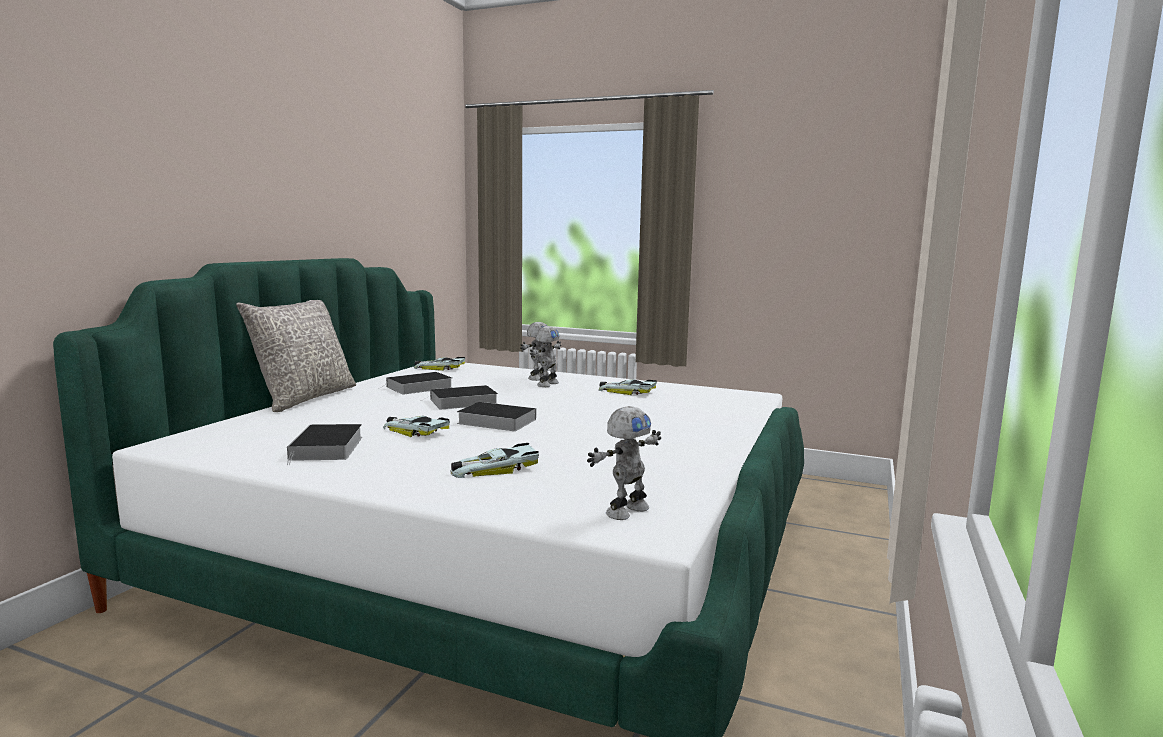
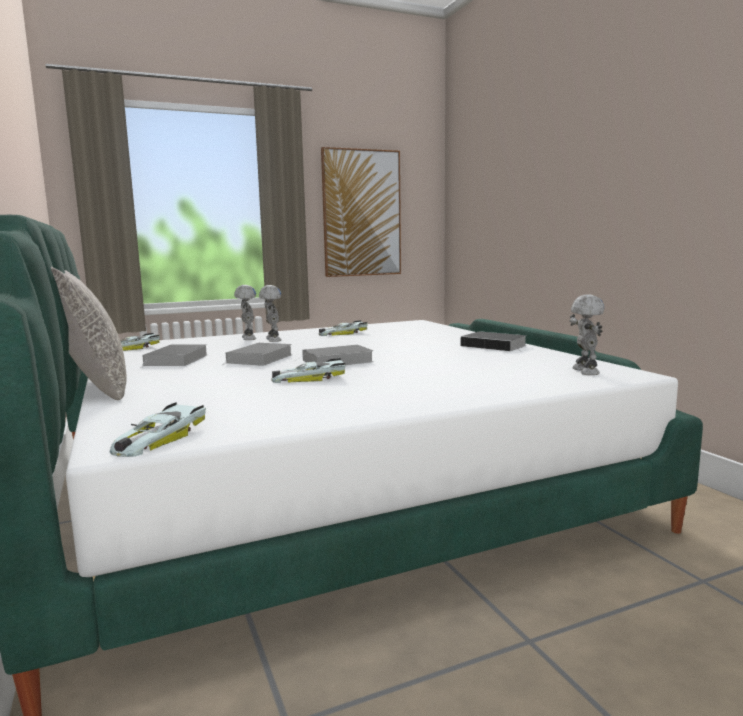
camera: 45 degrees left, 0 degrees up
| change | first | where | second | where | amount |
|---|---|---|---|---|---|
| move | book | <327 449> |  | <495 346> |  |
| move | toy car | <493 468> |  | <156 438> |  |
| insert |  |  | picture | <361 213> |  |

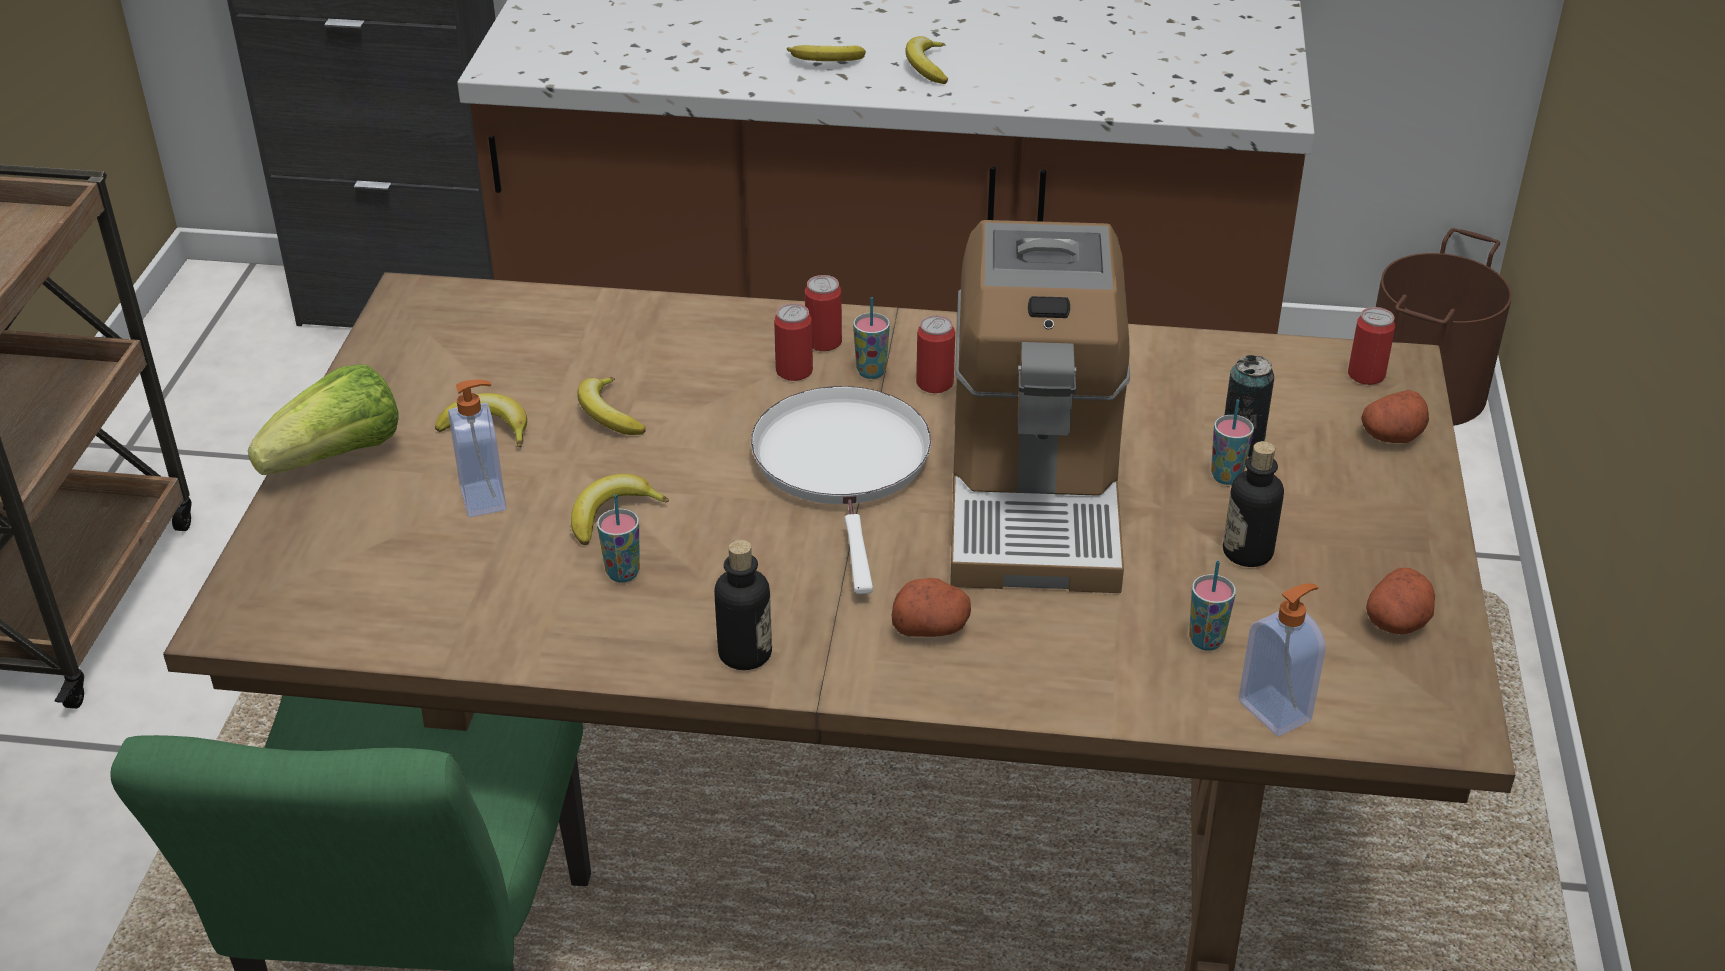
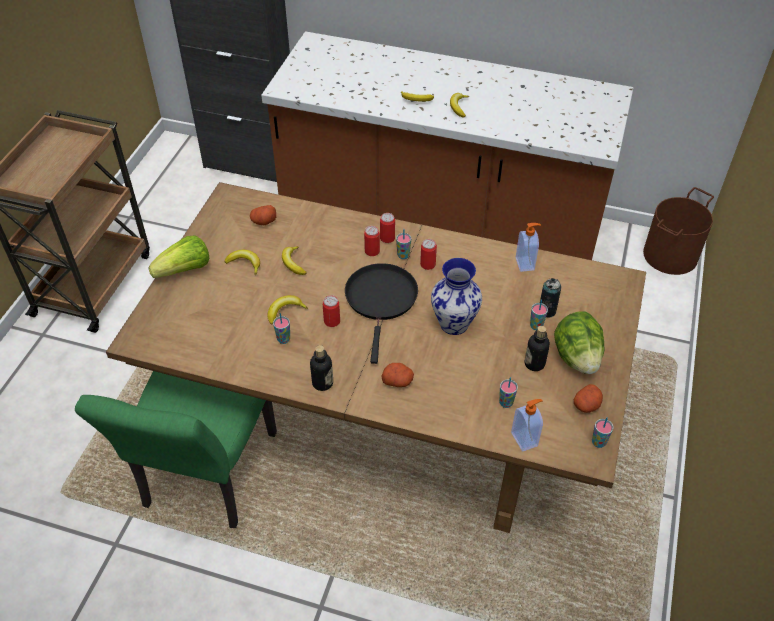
camera: 10 degrees right, 10 degrees up
| change | first | where | second | where | amount |
|---|---|---|---|---|---|
| move | soap dispenser | <485 498> |  | <525 264> |  |
| recolor | white frying pan | <843 465> | black frying pan | <381 300> |  |
| replace | coffee machine | <1034 493> | vase | <454 323> |  |
| move | can | <1366 375> |  | <332 321> |  |
| move | potato | <1392 436> |  | <263 221> |  |
| insert |  |  | lettuce | <576 357> |  |
| insert |  |  | cup | <598 442> |  |

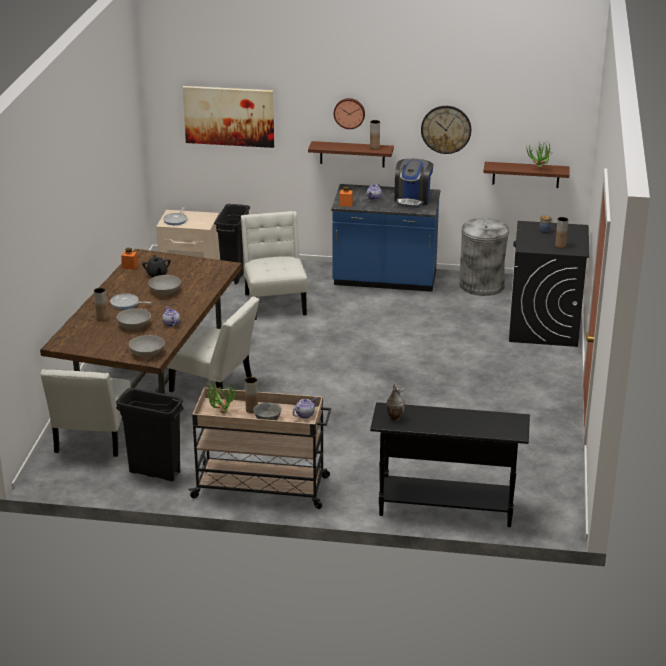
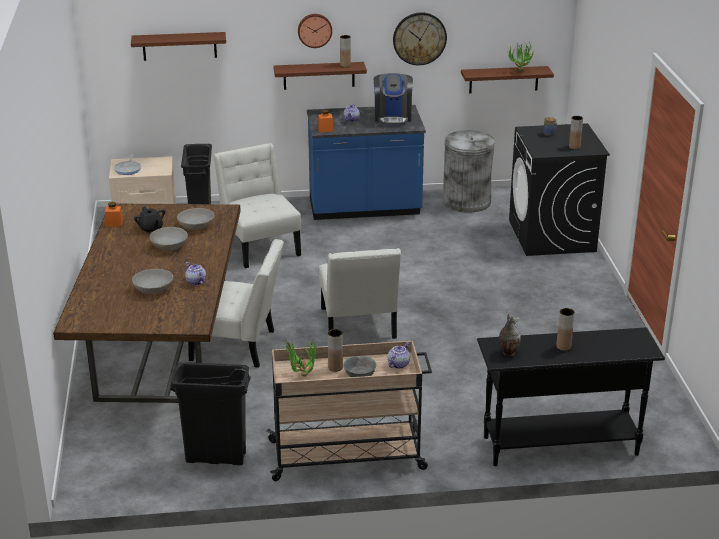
camera: 15 degrees left, 0 degrees up
| change | first | where | second | where | amount |
|---|---|---|---|---|---|
| move | white chair | <92 440> |  | <358 326> |  |
| move | brown vase | <102 318> |  | <563 347> |  |
| delete | frying pan | <126 304> |  |  |  |
| move | grey bowl | <147 353> |  | <196 226> |  |
| replace | picture | <229 116> | brown shelf | <179 46> |  |

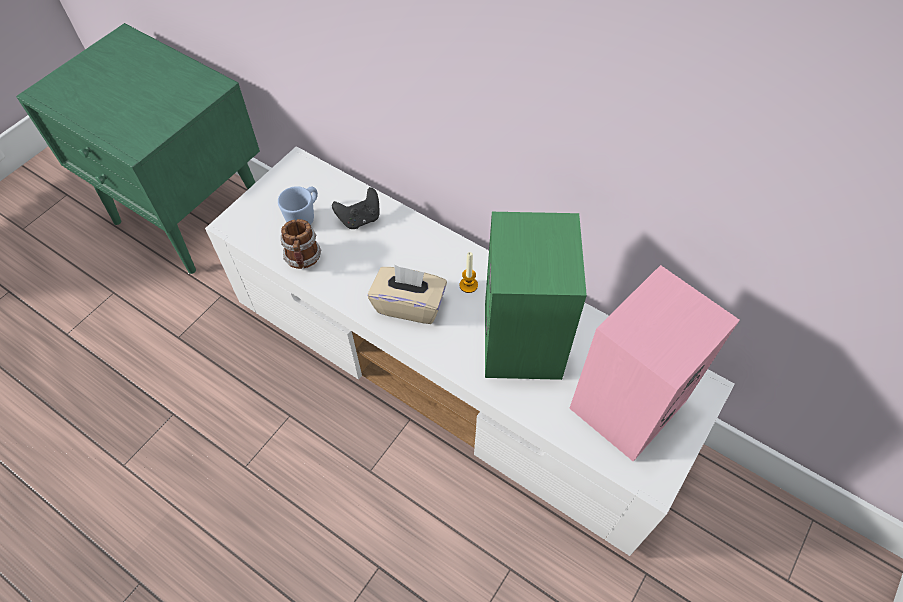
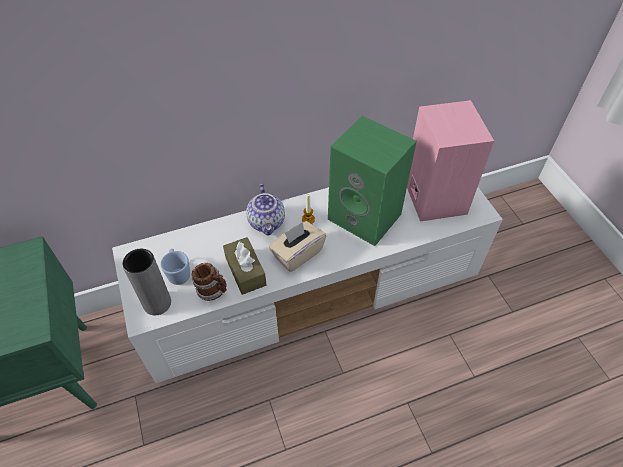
camera: 55 degrees left, 5 degrees down
| change | first | where | second | where | amount |
|---|---|---|---|---|---|
| delete | black game controller | <360 219> |  |  |  |
| insert |  |  | grey vase | <157 303> |  |
| insert |  |  | brown tissue box | <245 271> |  |
| insert |  |  | teapot | <267 222> |  |

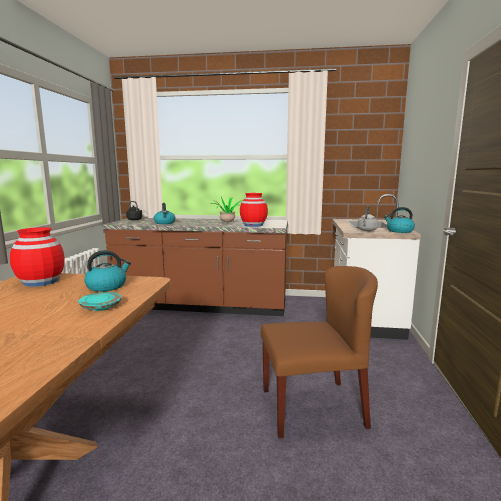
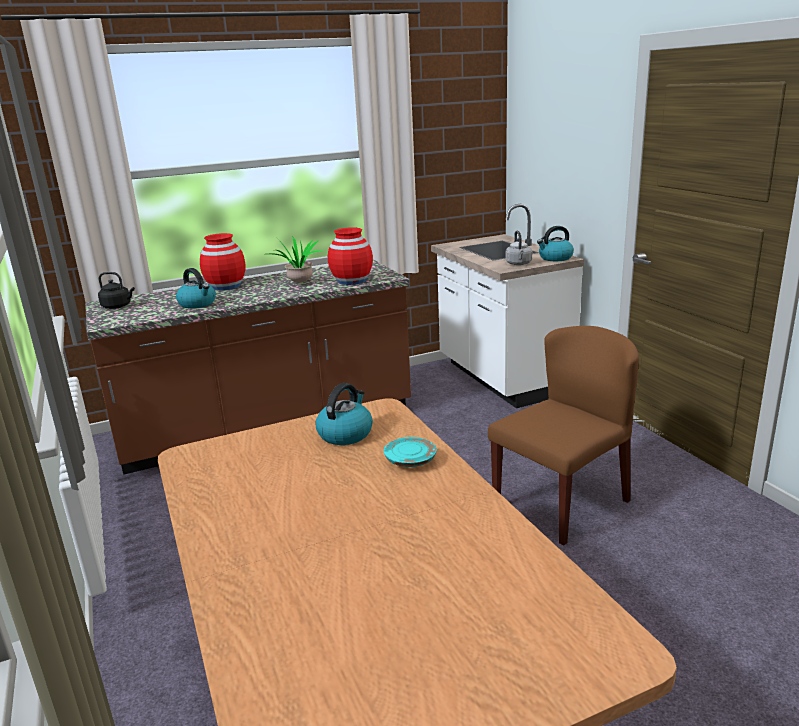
camera: 30 degrees left, 10 degrees up
| change | first | where | second | where | amount |
|---|---|---|---|---|---|
| move | red vase | <41 282> |  | <226 286> |  |

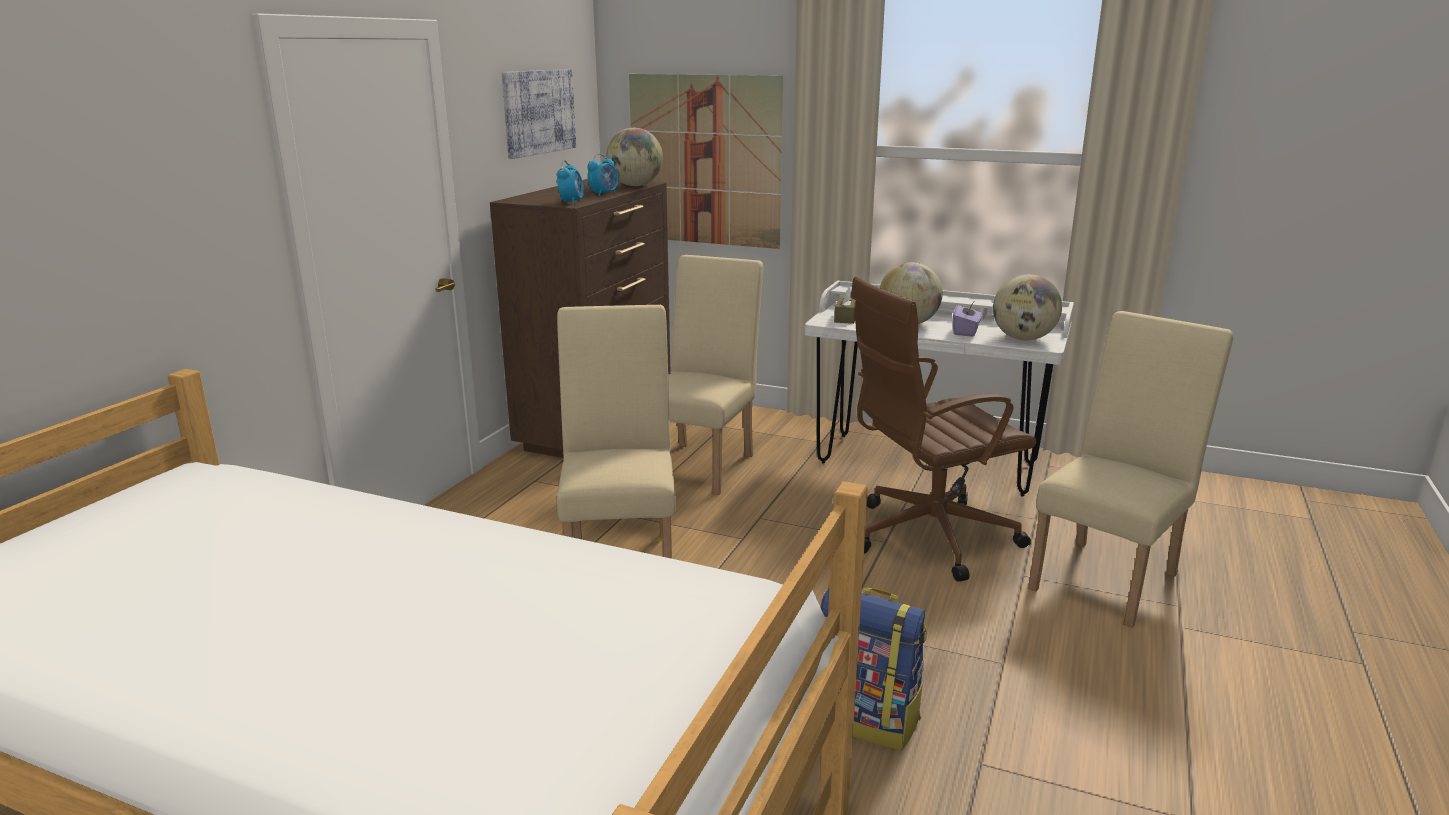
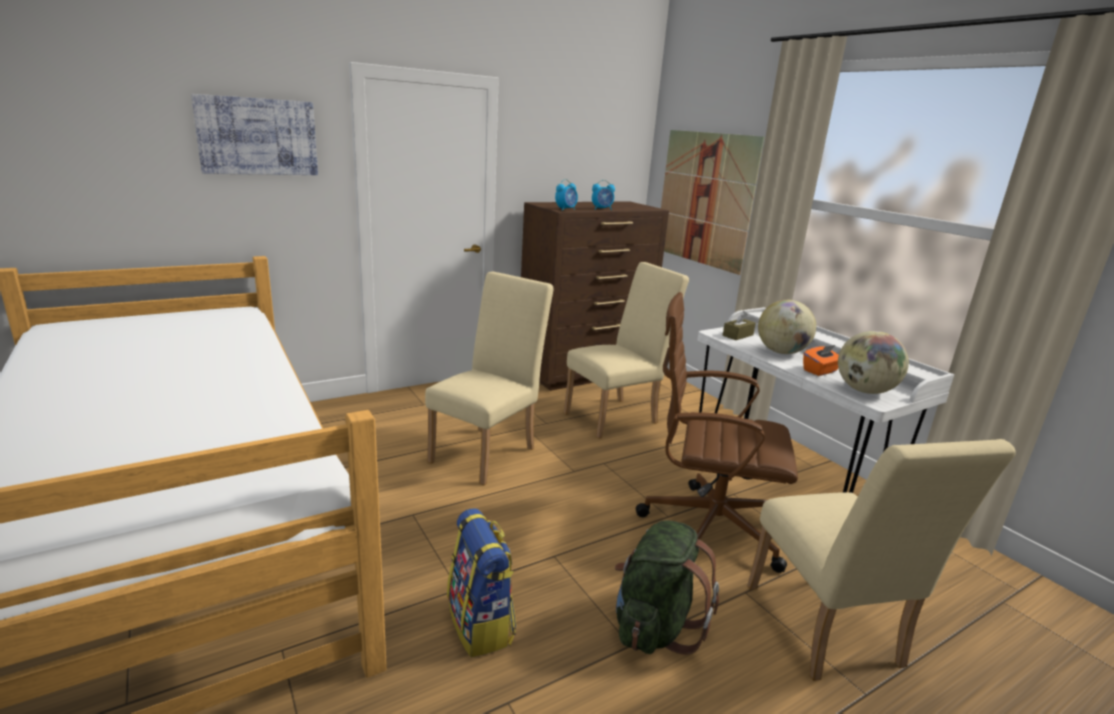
camera: 35 degrees right, 0 degrees up
| change | first | where | second | where | amount |
|---|---|---|---|---|---|
| move | picture | <538 112> |  | <258 136> |  |
| delete | globe | <635 186> |  |  |  |
| recolor | purple tissue box | <966 332> | orange tissue box | <820 371> |  |
| rotate | beige chair | <1109 576> |  | <827 633> | 90 degrees clockwise |
| insert |  |  | green backpack | <654 626> |  |

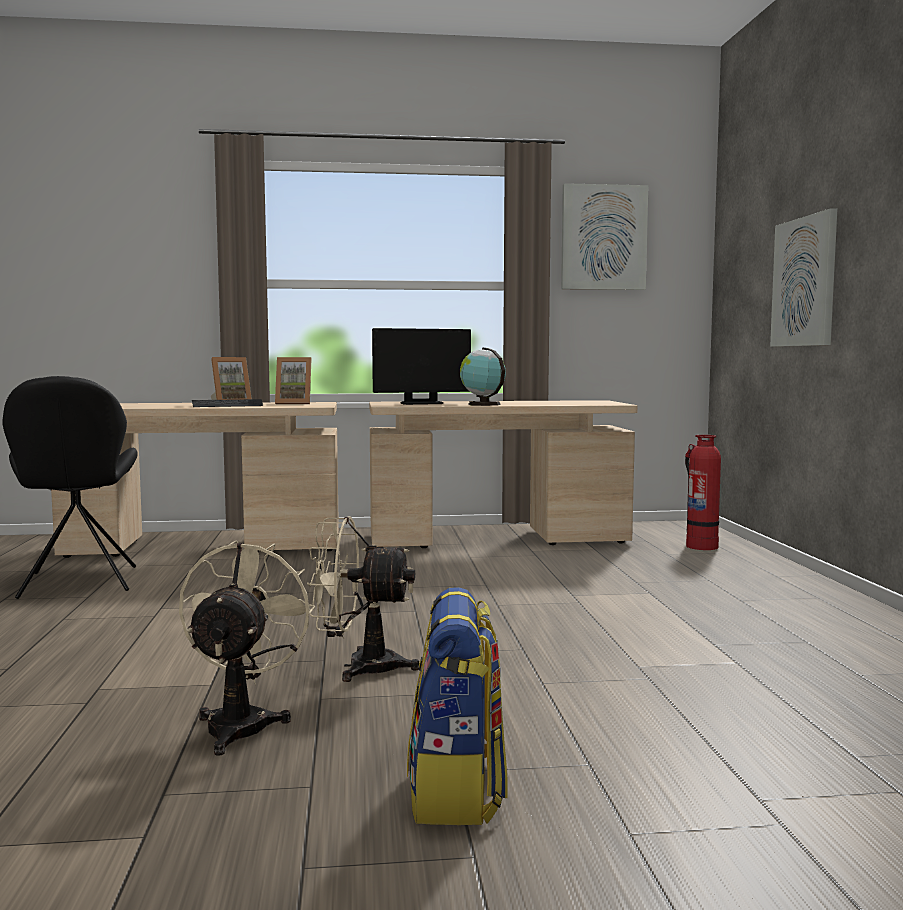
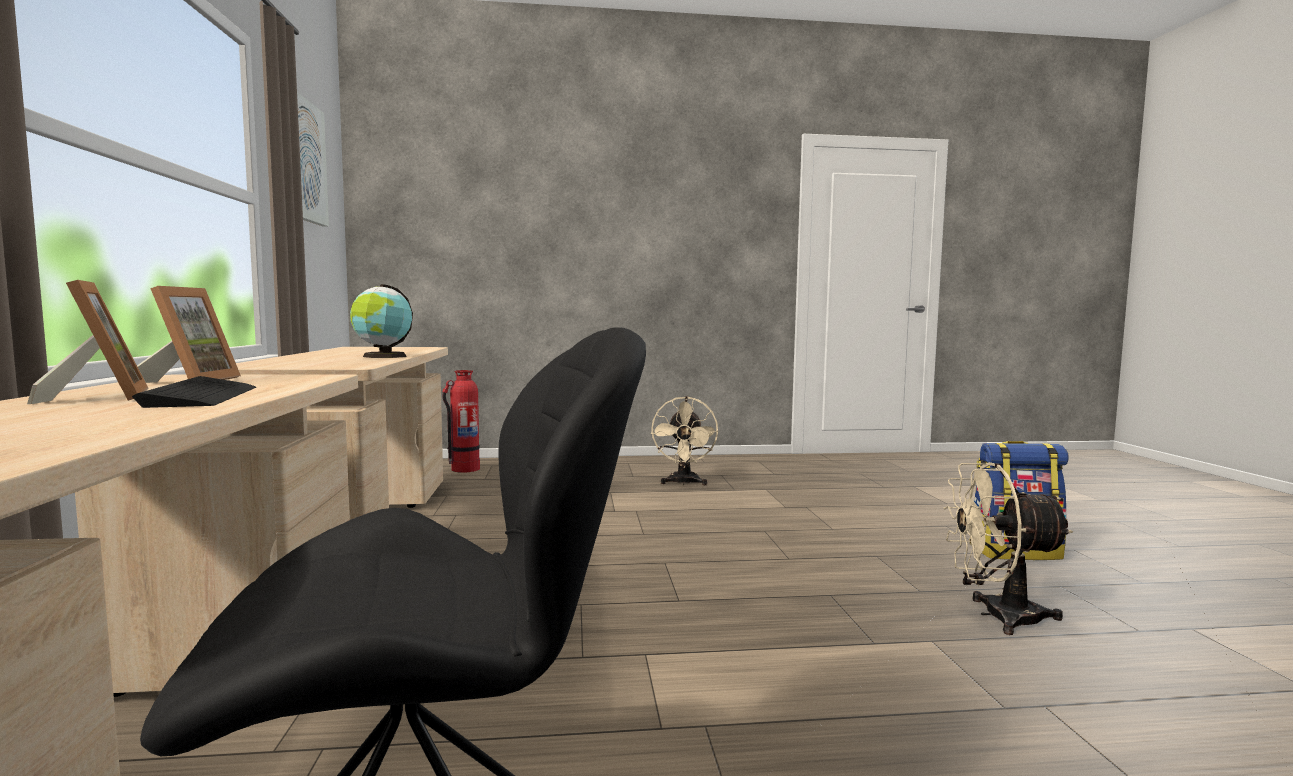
camera: 90 degrees left, 0 degrees up
| change | first | where | second | where | amount |
|---|---|---|---|---|---|
| move | beige fan | <359 667> |  | <683 483> |  |
| delete | monitor | <421 403> |  |  |  |
| delete | picture | <805 282> |  |  |  |

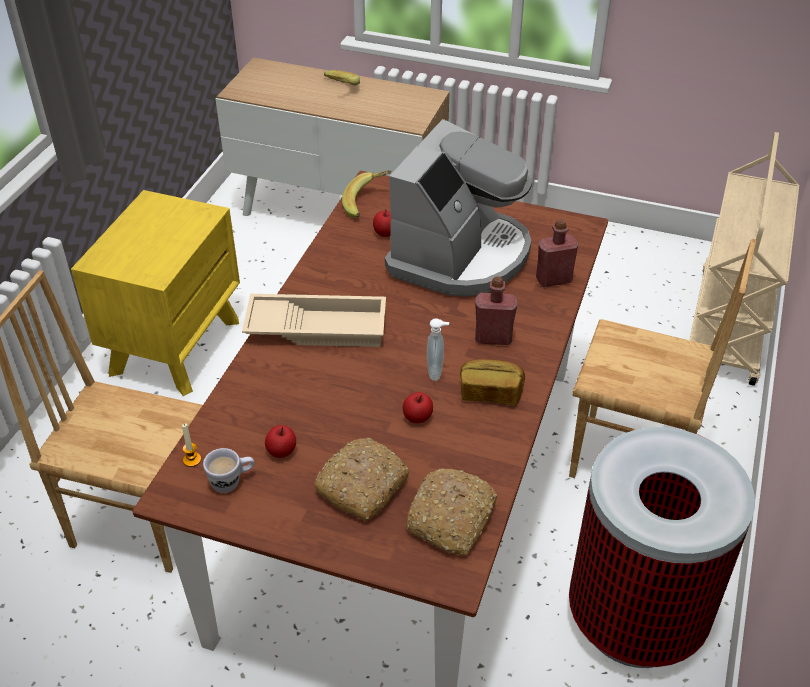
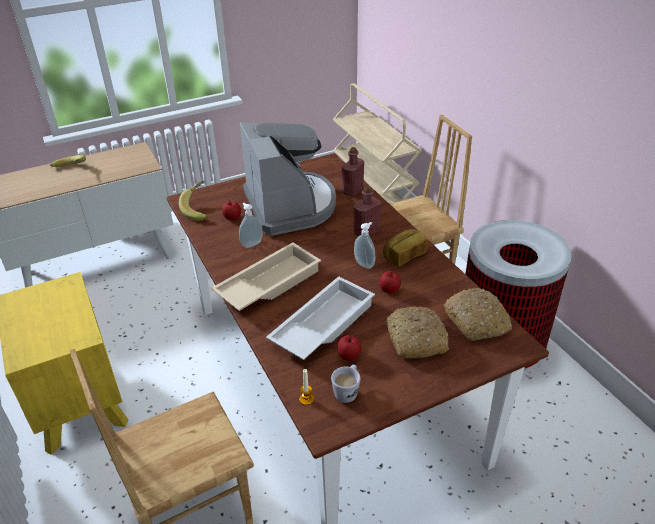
camera: 45 degrees left, 5 degrees down
| change | first | where | second | where | amount |
|---|---|---|---|---|---|
| insert |  |  | soap dispenser | <251 244> |  |
| insert |  |  | white tray | <322 324> |  |

